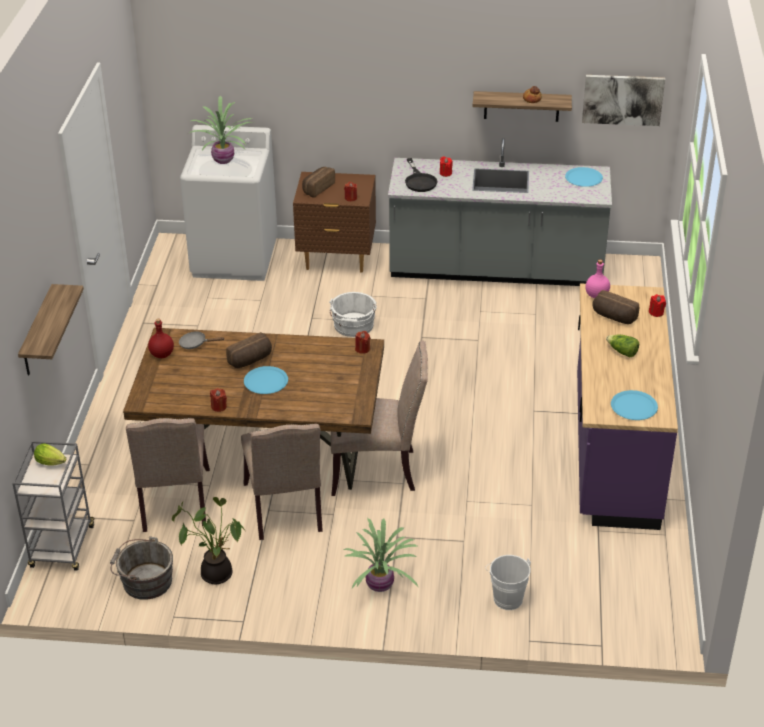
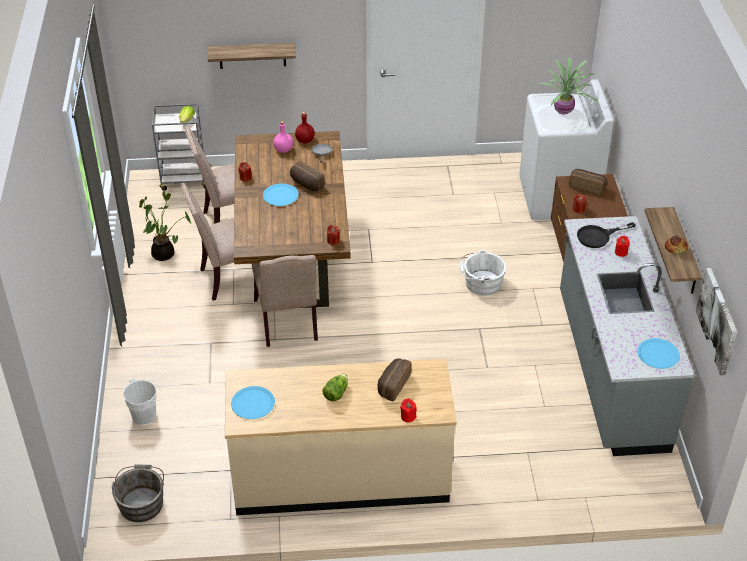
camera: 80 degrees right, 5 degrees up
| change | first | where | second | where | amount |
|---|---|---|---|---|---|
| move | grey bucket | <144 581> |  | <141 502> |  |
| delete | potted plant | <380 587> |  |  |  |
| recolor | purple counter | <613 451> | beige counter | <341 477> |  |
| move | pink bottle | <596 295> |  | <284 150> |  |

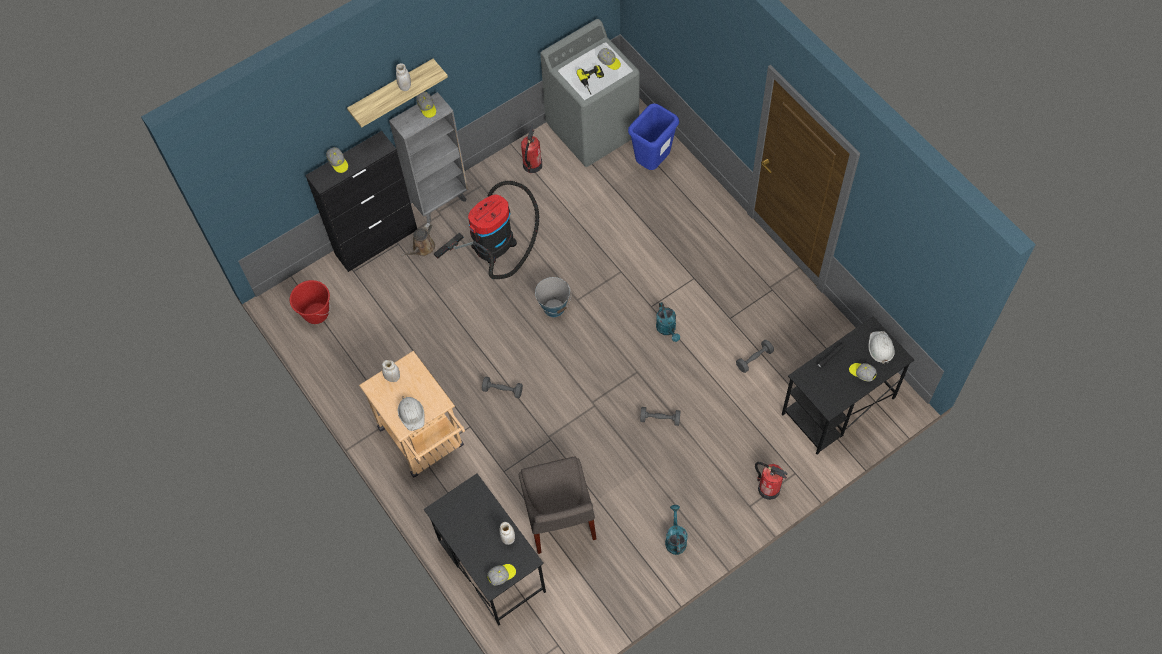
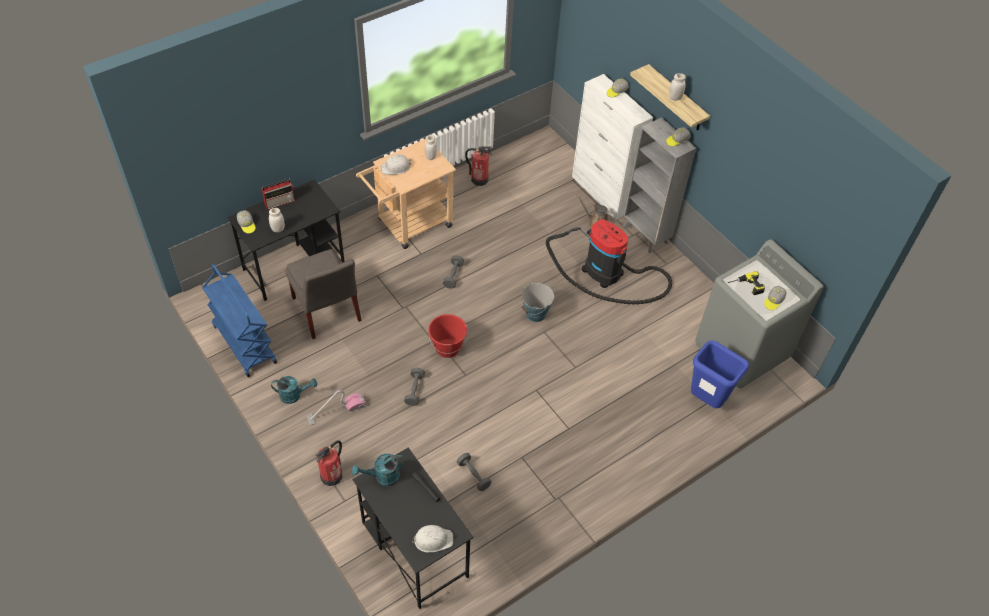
camera: 85 degrees right, 10 degrees down
| change | first | where | second | where | amount |
|---|---|---|---|---|---|
| move | red bucket | <316 313> |  | <447 348> |  |
| recolor | black cabinet | <377 241> | white cabinet | <602 193> |  |
| rotate | grey chair | <559 519> |  | <327 312> | 105 degrees counterclockwise |
| move | fire extinguisher | <532 165> |  | <479 179> |  |
| move | turquoise watering can | <667 329> |  | <382 477> |  |
| delete | cap | <862 373> |  |  |  |
| insert |  |  | blue cart | <244 343> |  |
| insert |  |  | radio | <280 201> |  |
| insert |  |  | vacuum cleaner | <336 411> |  |

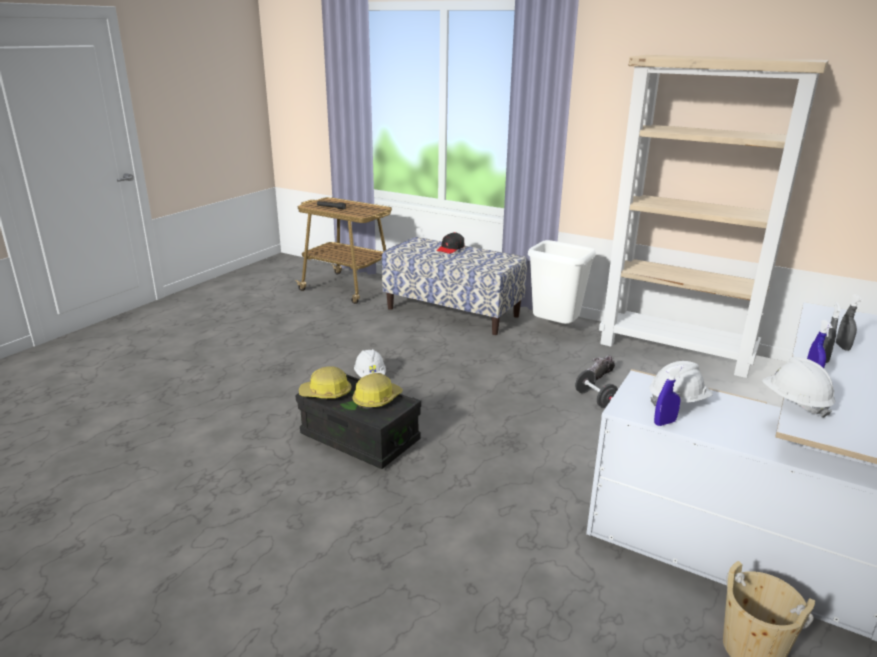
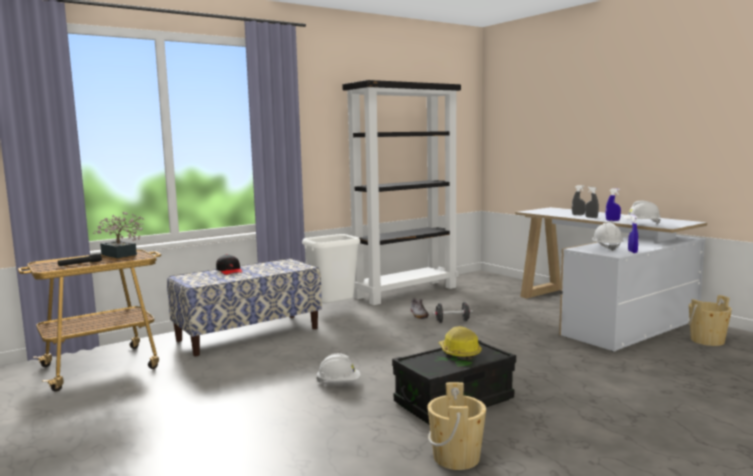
camera: 65 degrees left, 15 degrees down
| change | first | where | second | where | amount |
|---|---|---|---|---|---|
| delete | hard hat | <326 393> |  |  |  |
| recolor | beige bookcase | <676 351> | black bookcase | <406 292> |  |
| insert |  |  | potted plant | <120 255> |  |
| insert |  |  | beige bucket | <456 457> |  |

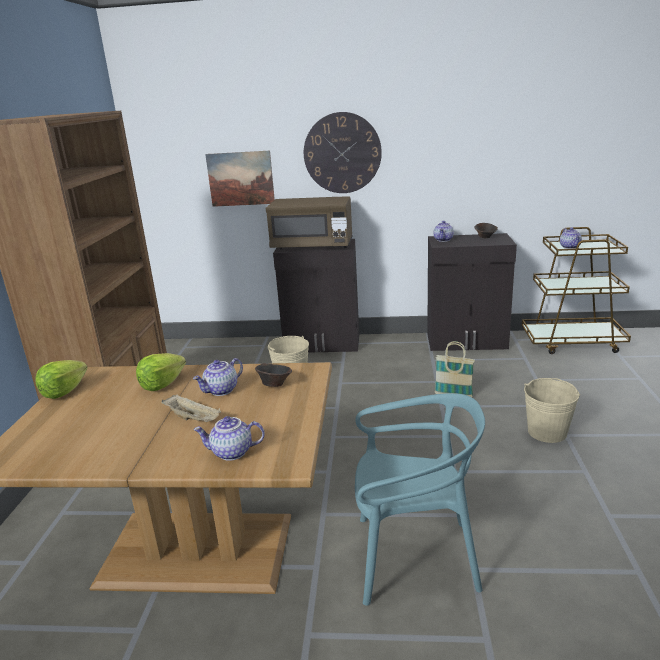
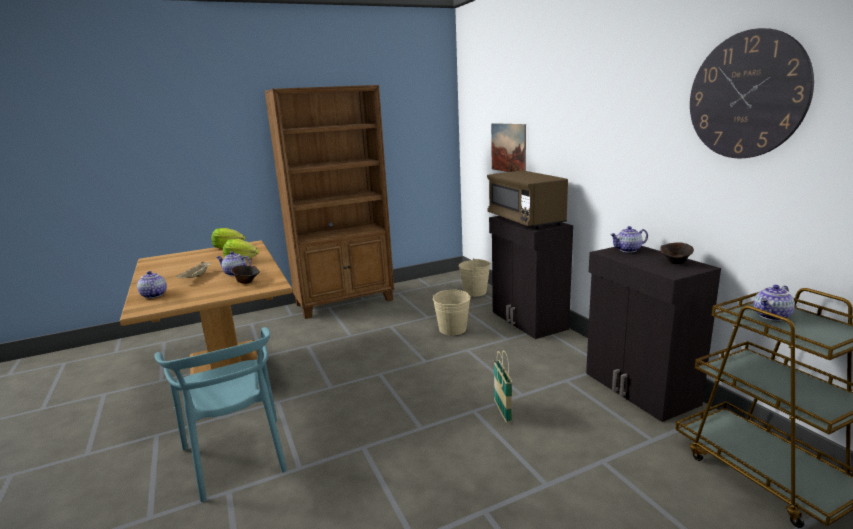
camera: 60 degrees right, 5 degrees down
| change | first | where | second | where | amount |
|---|---|---|---|---|---|
| move | wall clock | <342 153> |  | <746 95> |  |
| move | beige bucket | <547 432> |  | <475 292> |  |

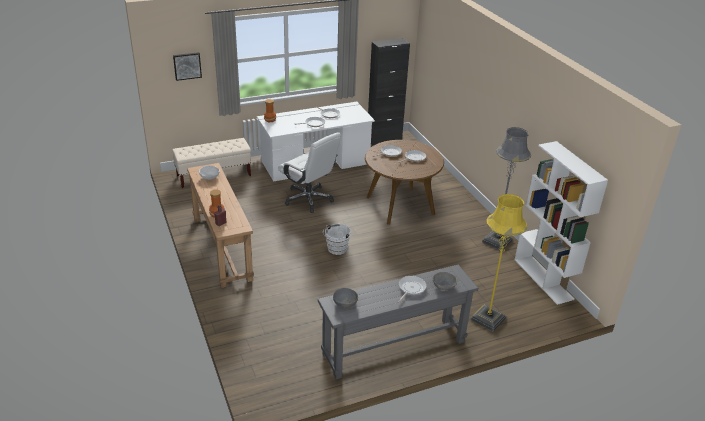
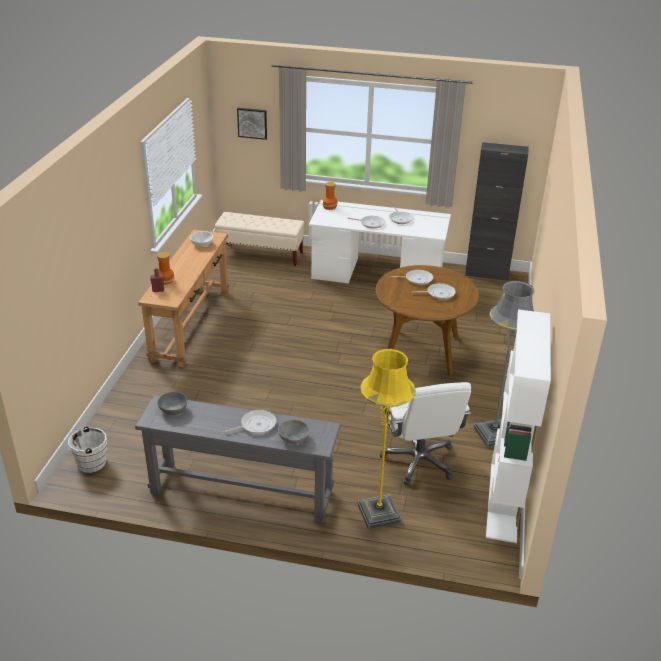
camera: 35 degrees right, 0 degrees up
| change | first | where | second | where | amount |
|---|---|---|---|---|---|
| move | white office chair | <309 199> |  | <419 460> |  |
| move | white bucket | <336 249> |  | <89 463> |  |

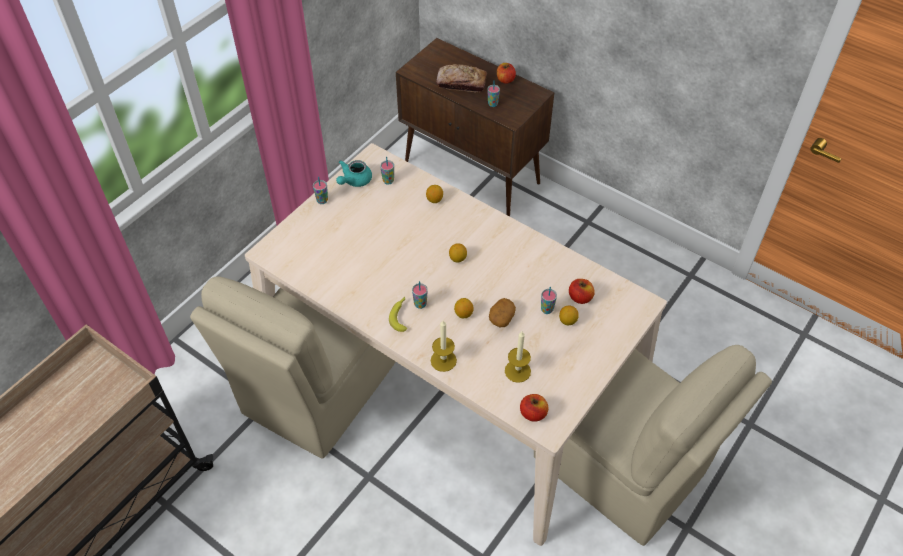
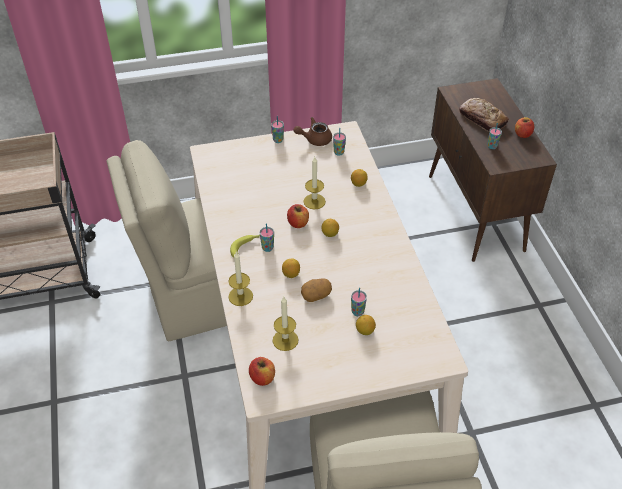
camera: 40 degrees right, 5 degrees down
| change | first | where | second | where | amount |
|---|---|---|---|---|---|
| recolor | turquoise teapot | <354 181> | brown teapot | <314 139> |  |
| move | apple | <580 297> |  | <298 223> |  |
| insert |  |  | candle | <314 201> |  |

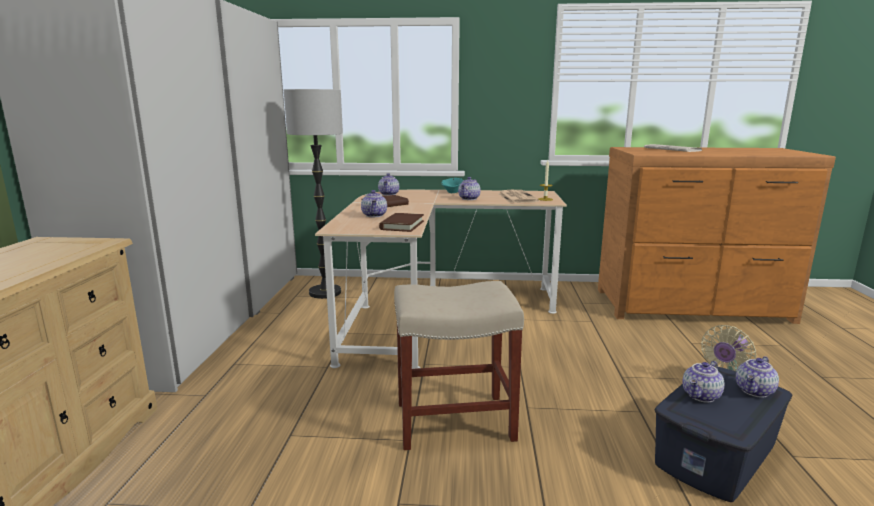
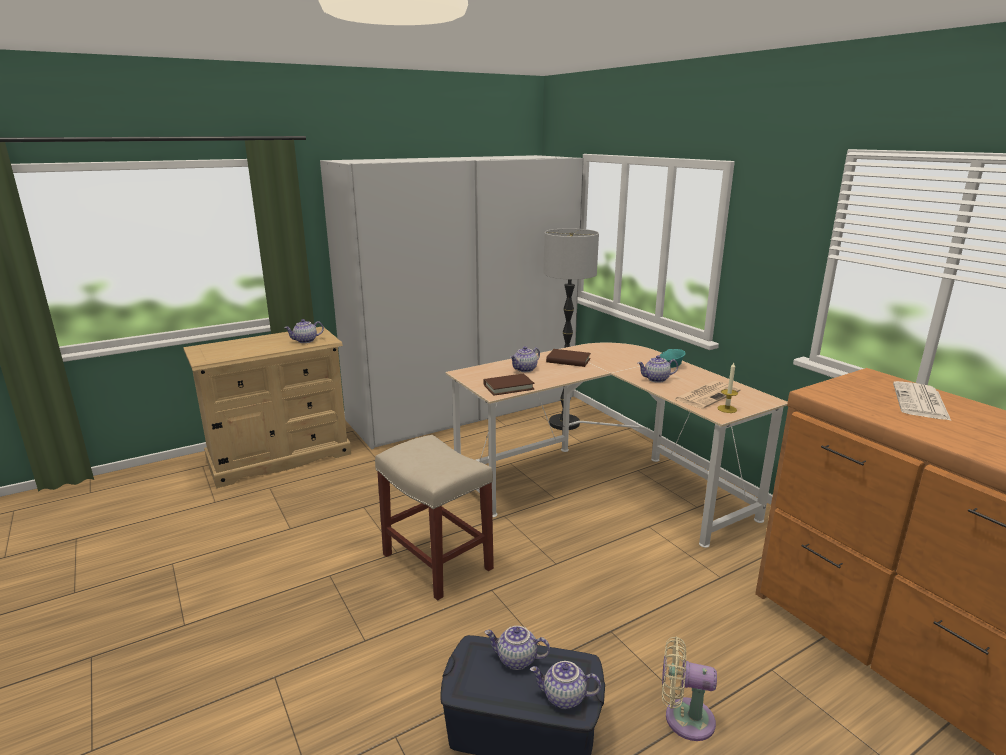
camera: 55 degrees right, 5 degrees up
| change | first | where | second | where | amount |
|---|---|---|---|---|---|
| move | teapot | <389 194> |  | <305 341> |  |

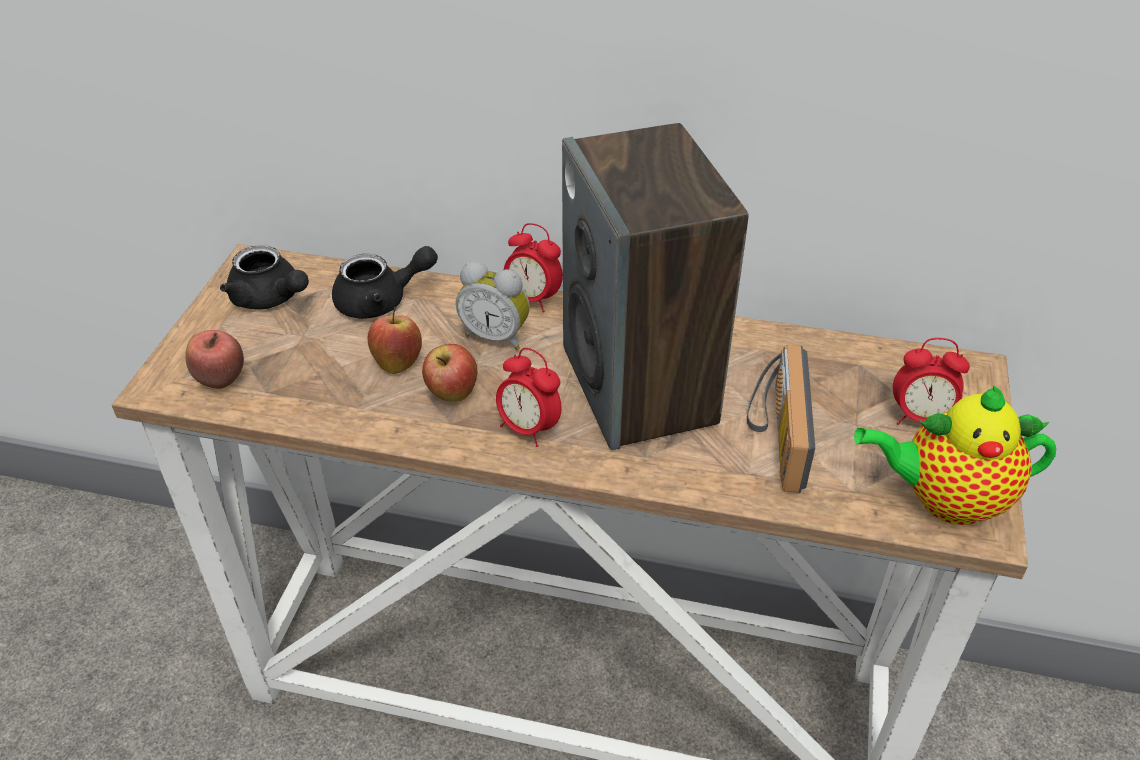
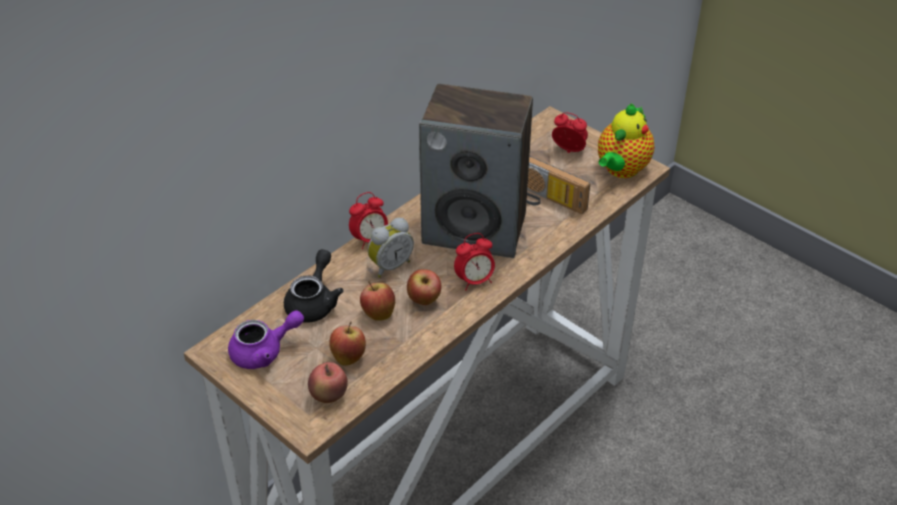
camera: 60 degrees left, 0 degrees up
| change | first | where | second | where | amount |
|---|---|---|---|---|---|
| recolor | black teapot | <271 298> | purple teapot | <264 352> |  |
| rotate | alarm clock | <920 417> |  | <569 151> | 105 degrees counterclockwise |
| insert |  |  | apple | <348 357> |  |

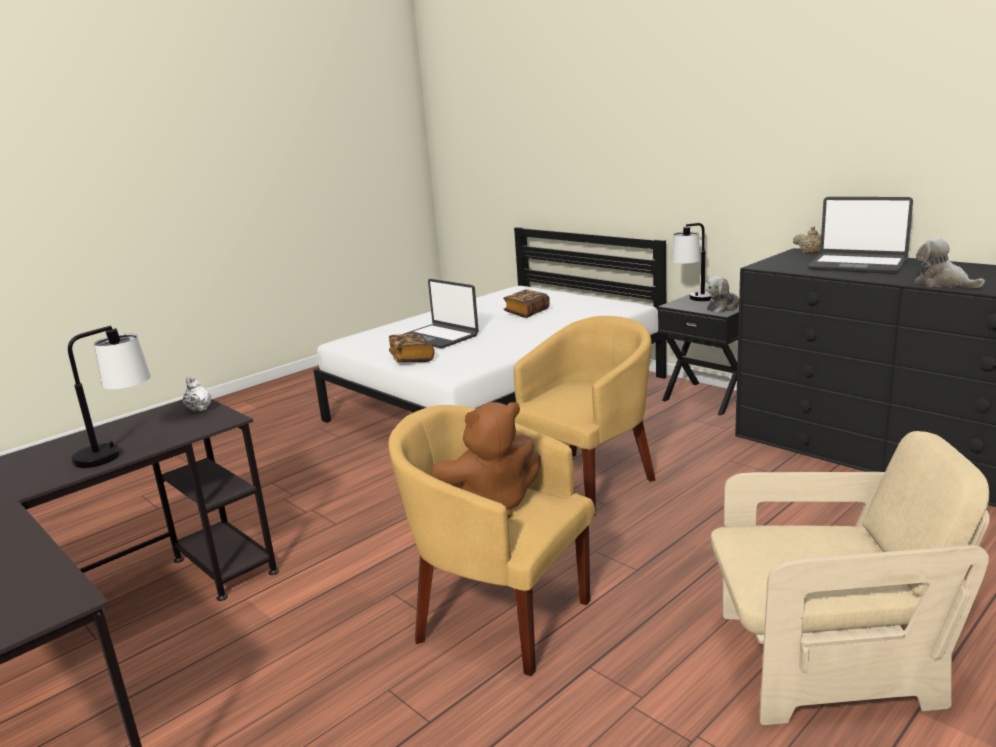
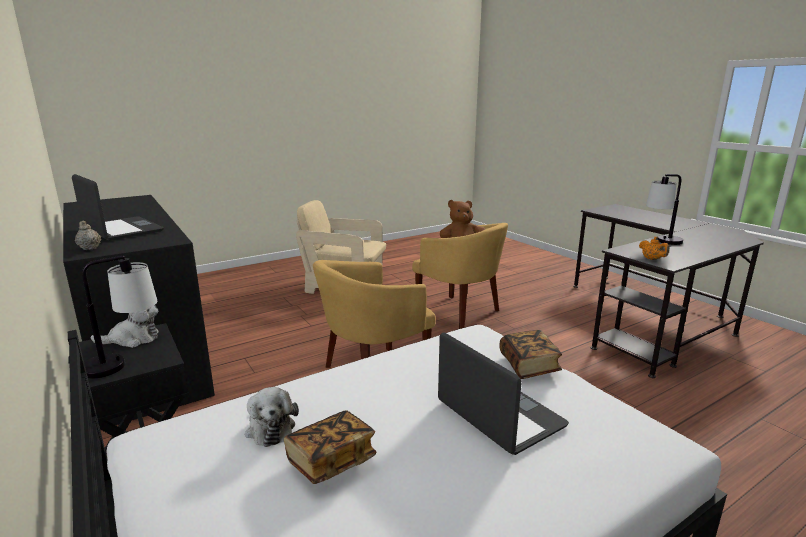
camera: 170 degrees left, 0 degrees up
| change | first | where | second | where | amount |
|---|---|---|---|---|---|
| recolor | white teapot | <199 409> | orange teapot | <652 259> |  |
| move | plush toy | <943 284> |  | <270 427> |  |

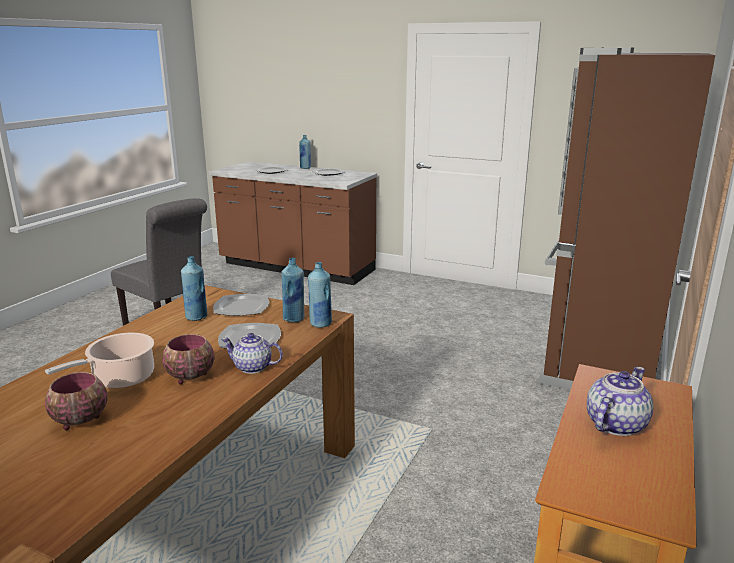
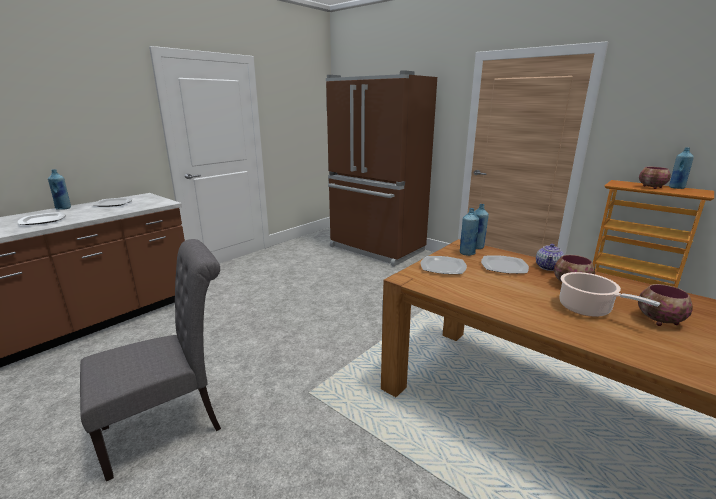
camera: 75 degrees left, 0 degrees up
| change | first | where | second | where | amount |
|---|---|---|---|---|---|
| move | blue bottle | <196 317> |  | <676 187> |  |
| replace | teapot | <614 424> | bowl | <651 187> |  |

